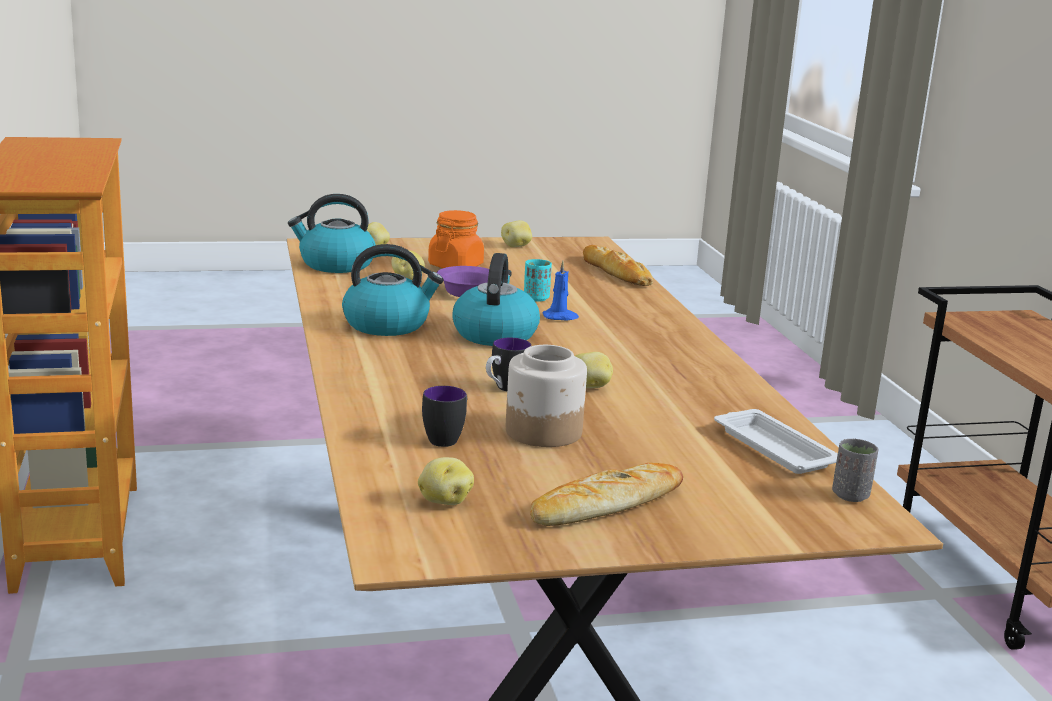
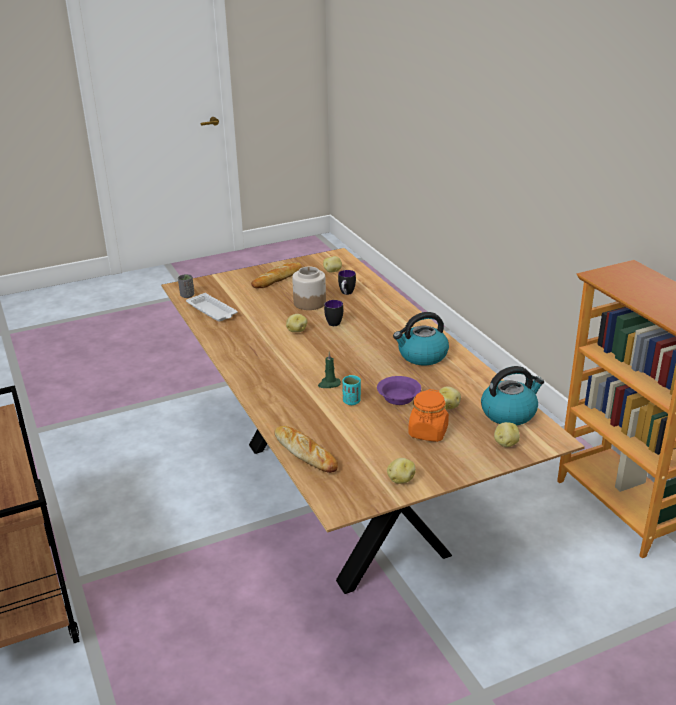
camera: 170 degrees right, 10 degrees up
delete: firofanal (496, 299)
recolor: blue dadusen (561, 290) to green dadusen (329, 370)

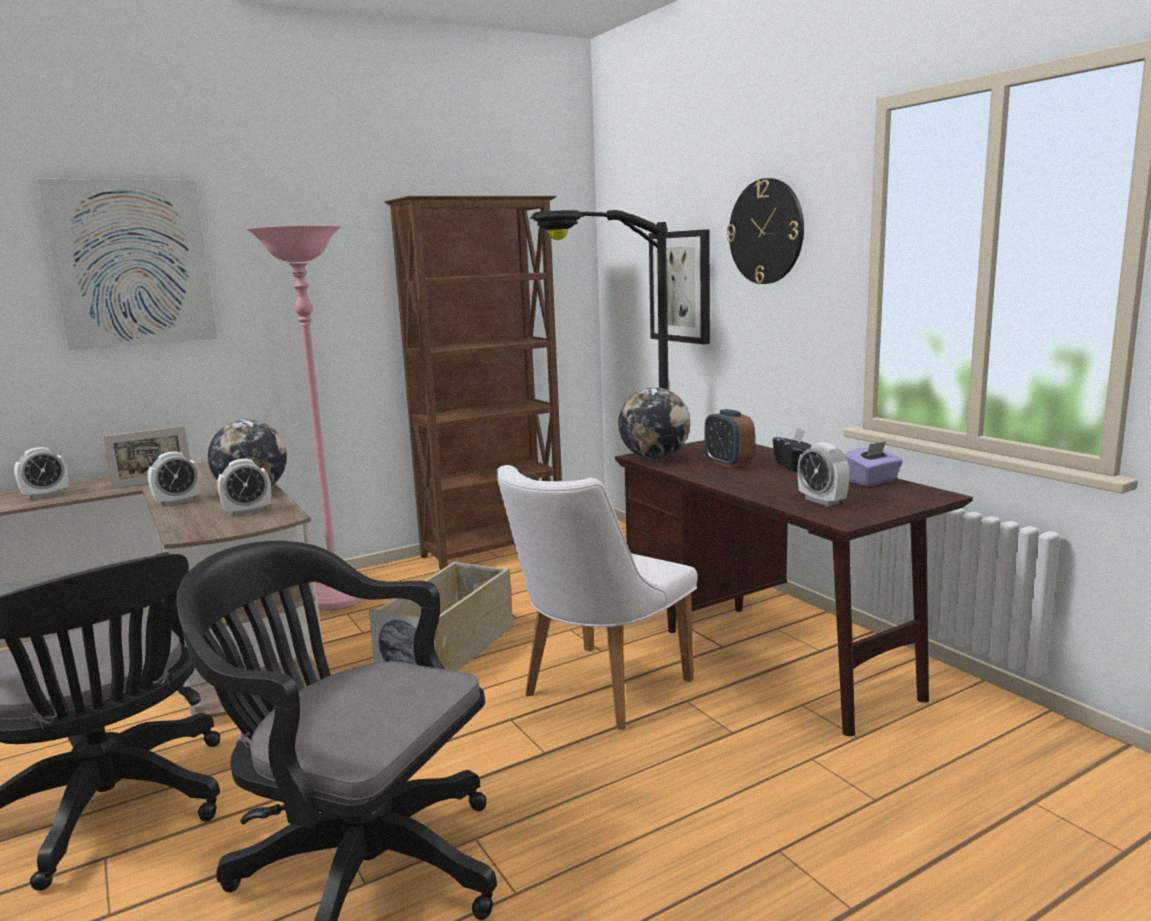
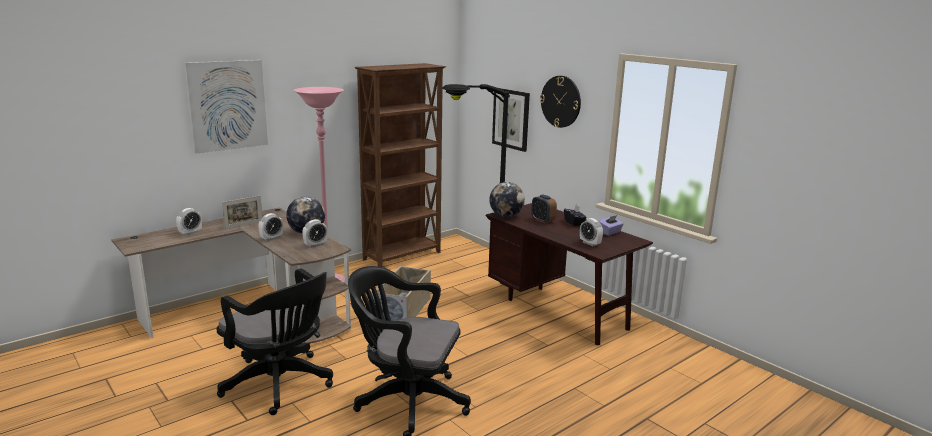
camera: 10 degrees left, 5 degrees up
delete: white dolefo (597, 597)

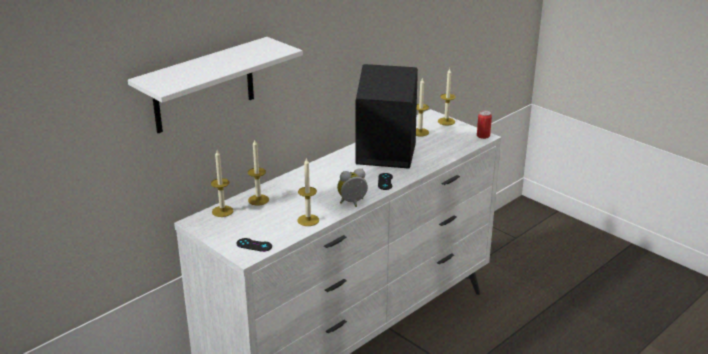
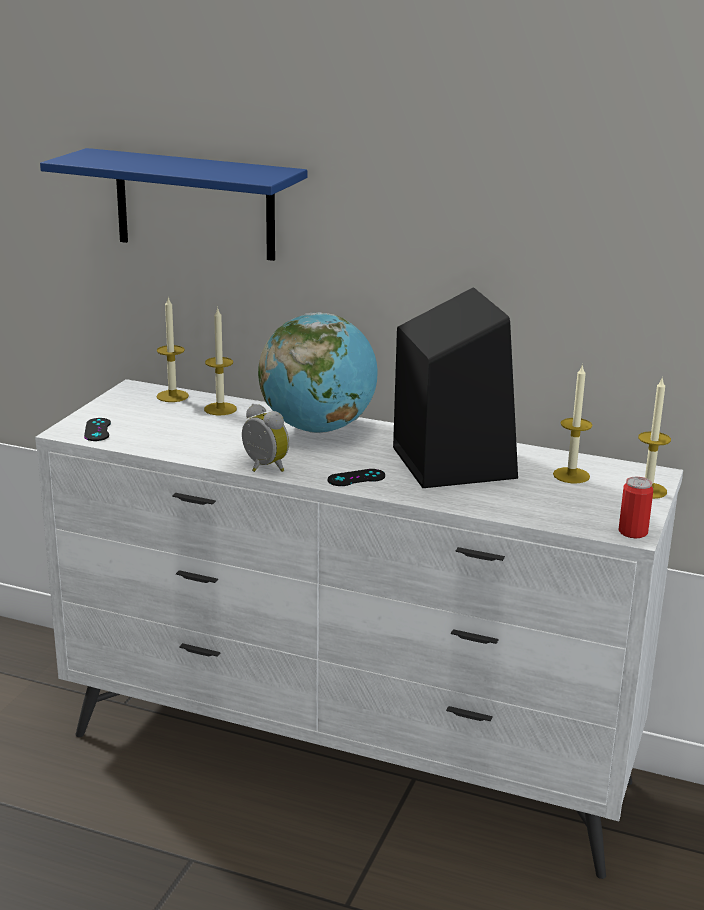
camera: 65 degrees right, 5 degrees down
delete: dadusen (308, 192)
insert: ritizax (318, 373)
recolor: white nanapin (215, 85) to blue nanapin (173, 204)

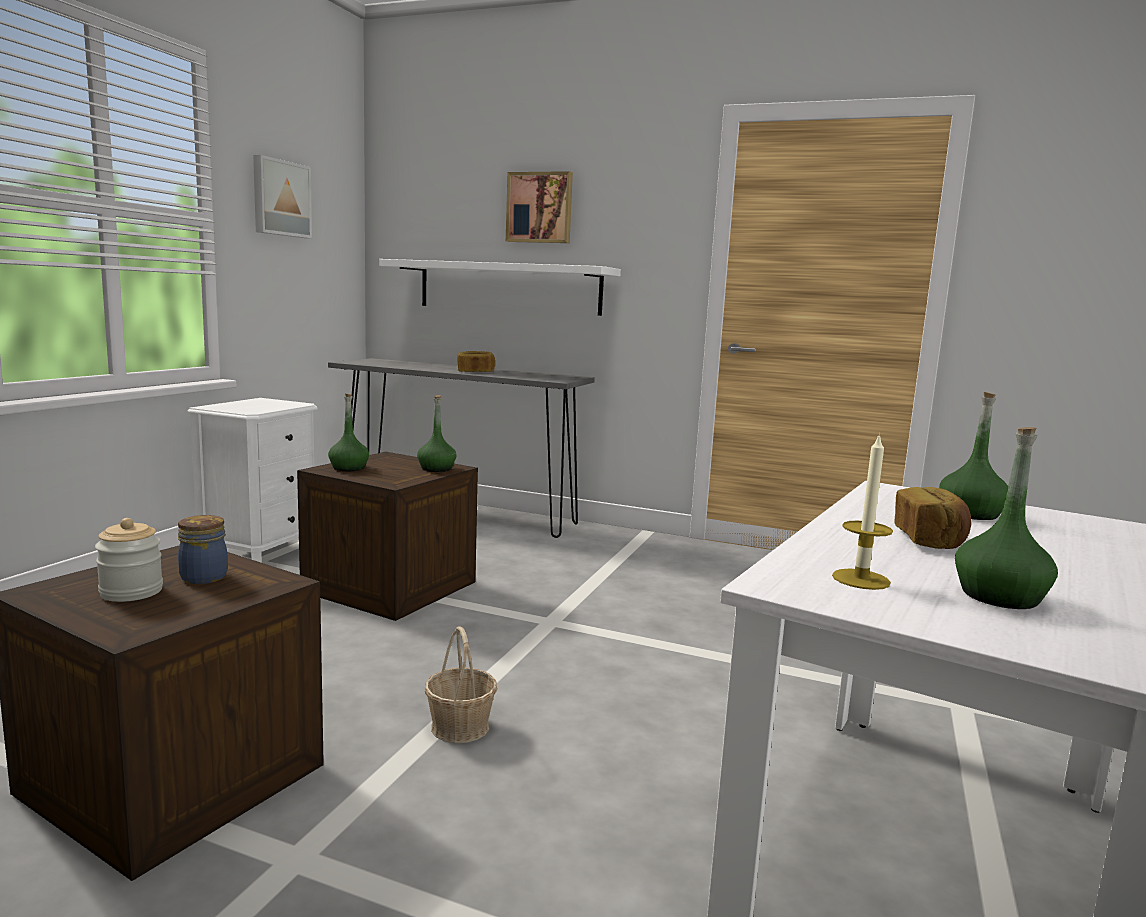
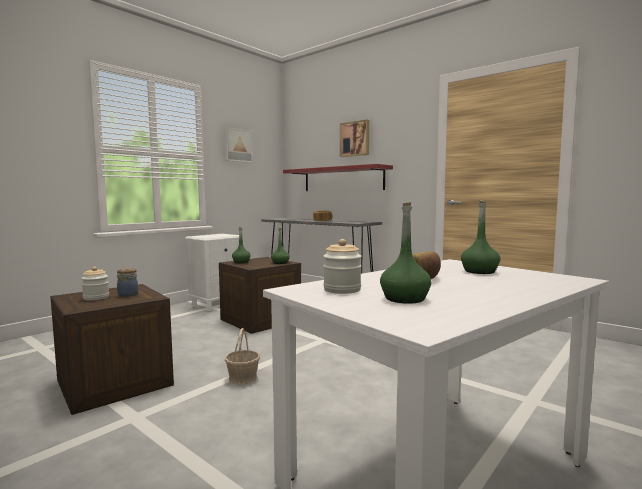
camera: 20 degrees right, 5 degrees down
replace: dadusen (862, 511) to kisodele (342, 266)
recolor: white nanapin (500, 287) to red nanapin (338, 177)

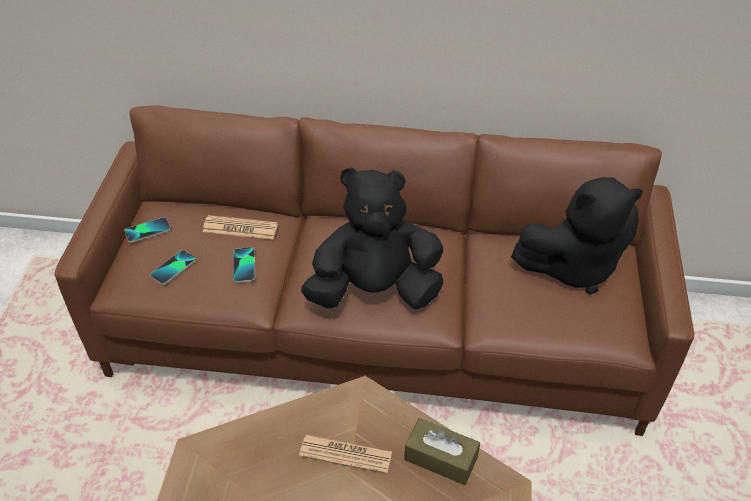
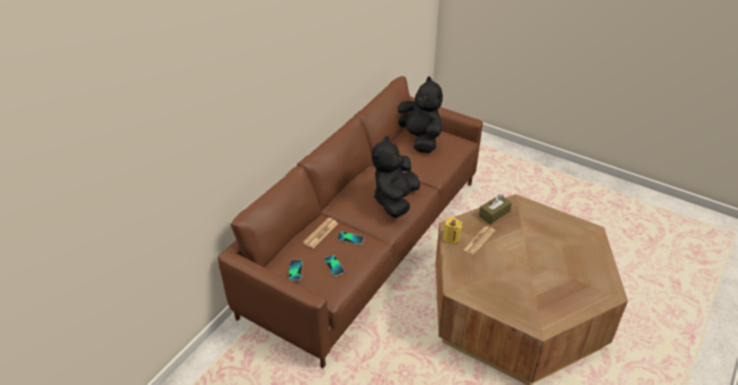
camera: 65 degrees left, 5 degrees down
insert: yellow dadusen (452, 230)
rotate: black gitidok (577, 235) = (420, 114) 45 degrees counterclockwise

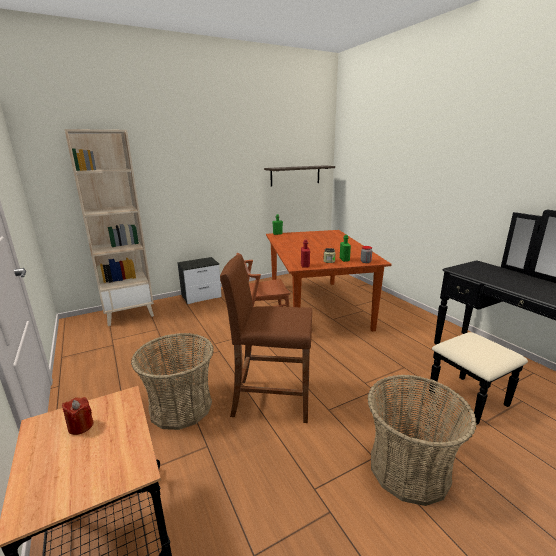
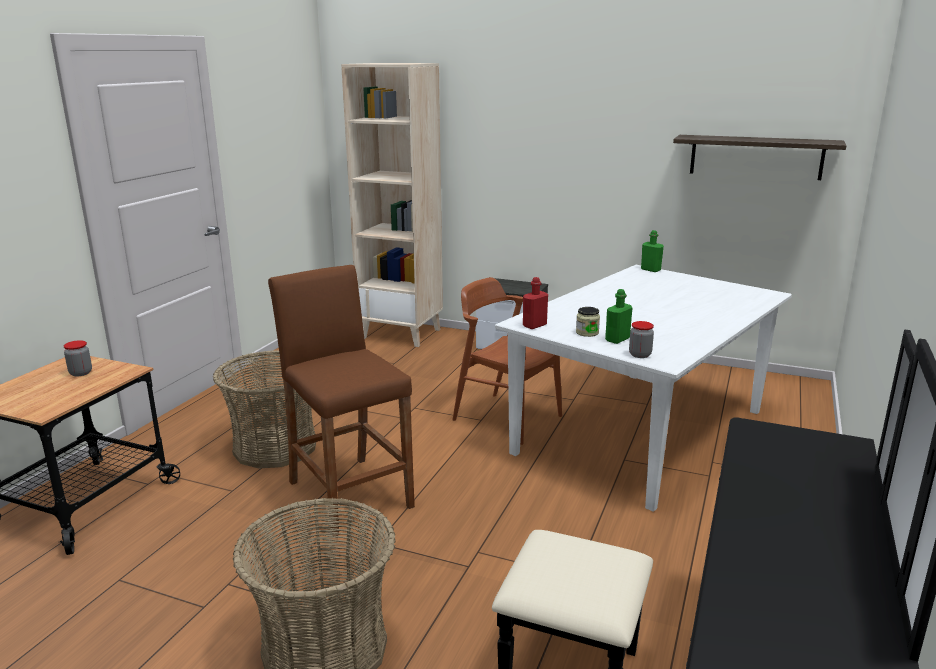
camera: 50 degrees right, 0 degrees up
replace: red dadusen (78, 416) to kisodele (78, 358)
recolor: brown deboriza (329, 281) to white deboriza (643, 388)

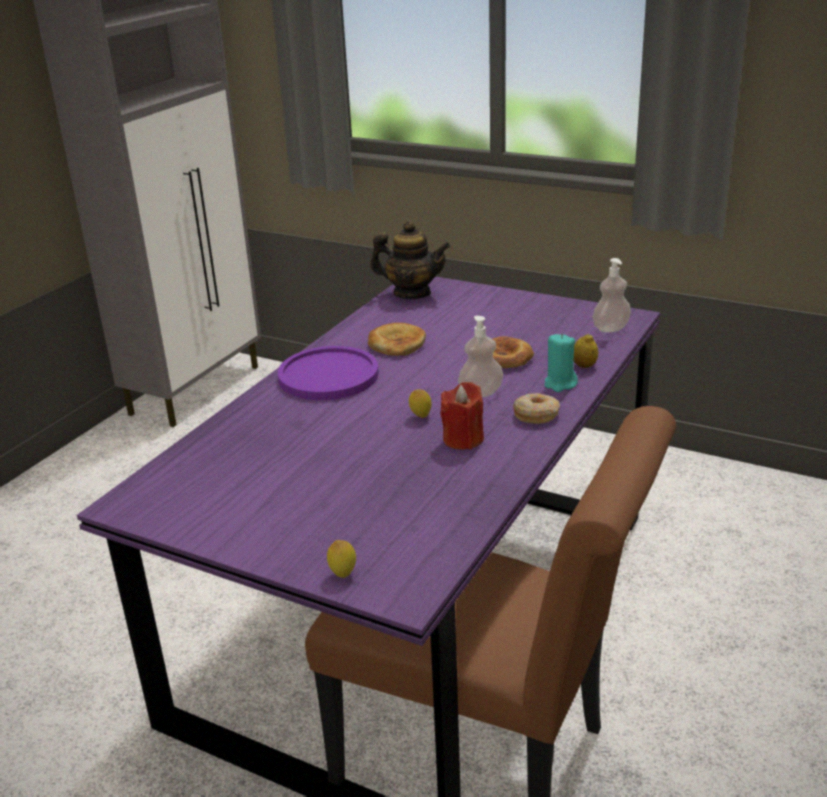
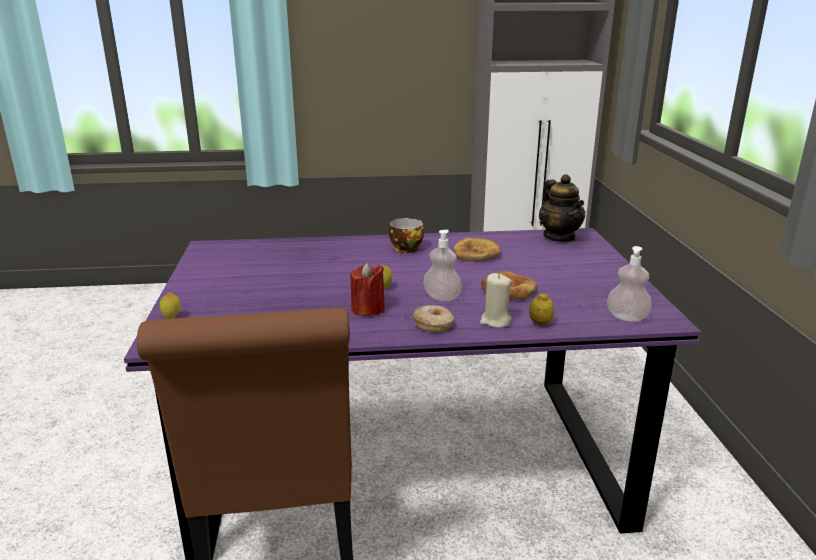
camera: 55 degrees right, 5 degrees down
replace: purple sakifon (328, 373) to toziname (406, 235)
recolor: turquoise dadusen (561, 363) to beige dadusen (496, 300)

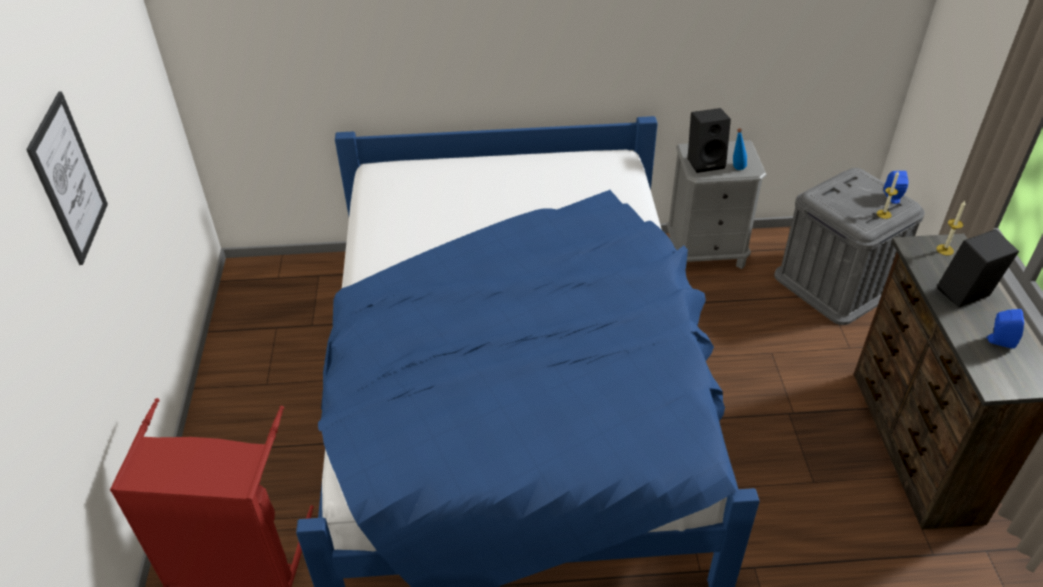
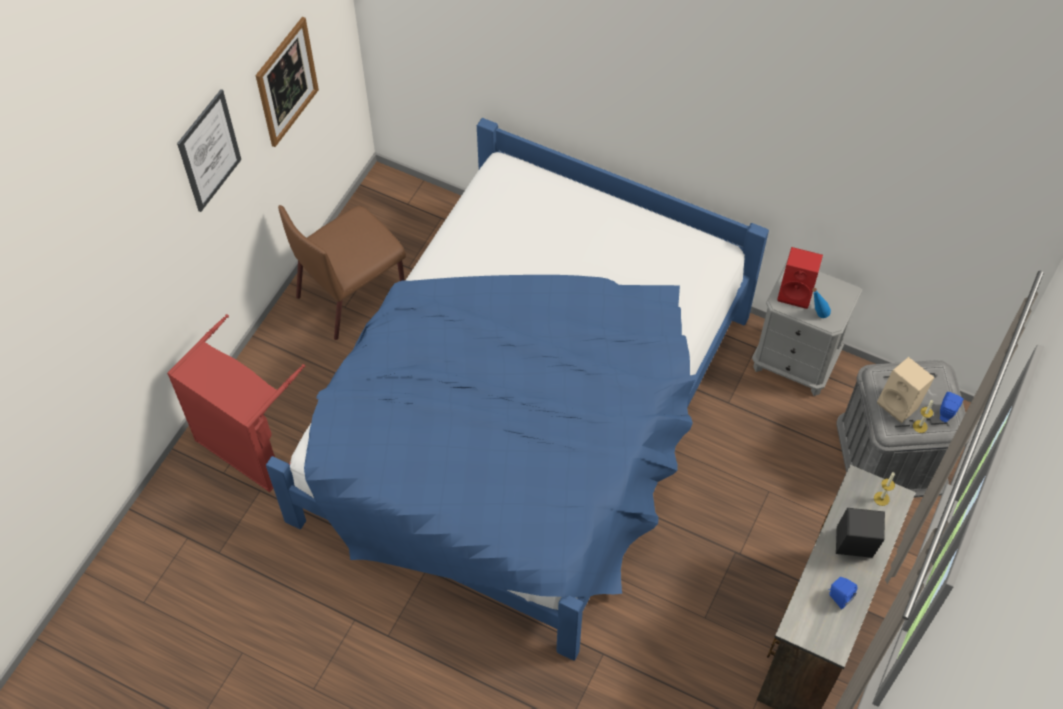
camera: 30 degrees right, 15 degrees up
insert: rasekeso (287, 82); brown dolefo (342, 272); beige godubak (906, 390)
recolor: black godubak (709, 140) to red godubak (800, 278)

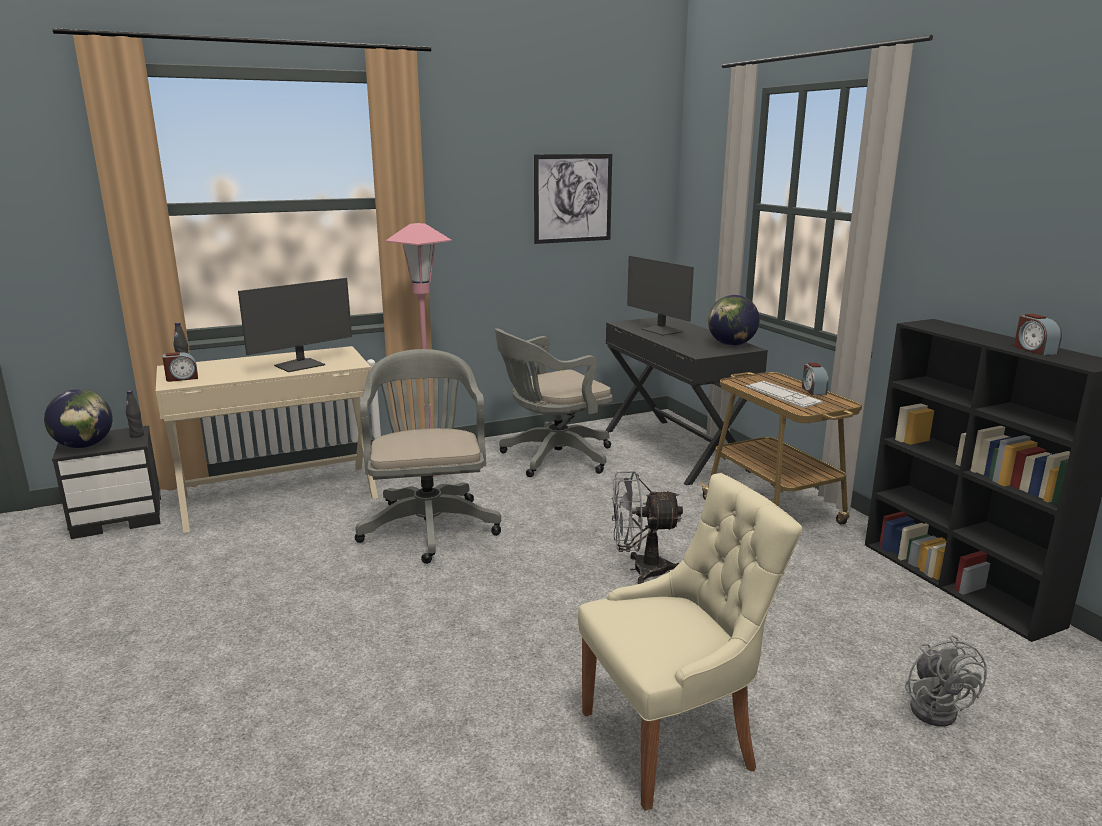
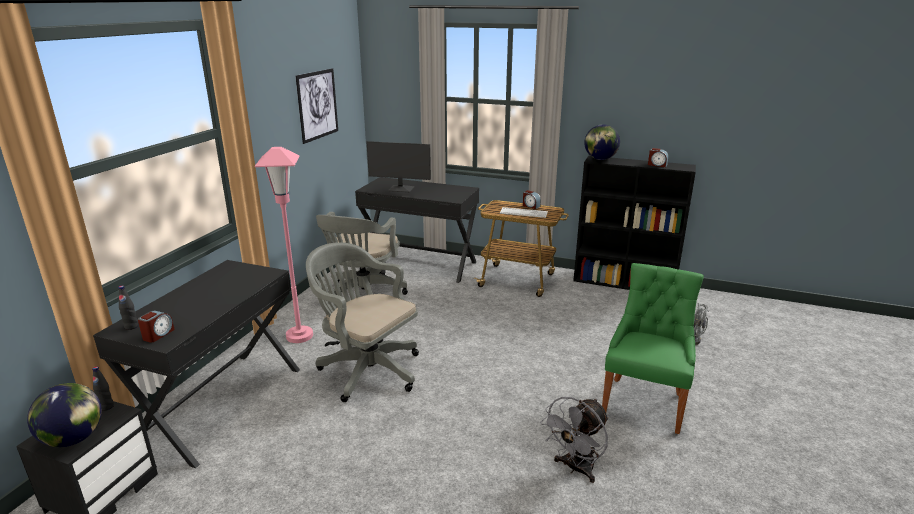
camera: 45 degrees left, 5 degrees up
delete: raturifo (295, 325)
move: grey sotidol (647, 527) to (574, 440); ritizax (734, 320) to (602, 142)
recolor: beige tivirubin (267, 439) to black tivirubin (196, 364); beige dolefo (690, 642) to green dolefo (653, 348)

